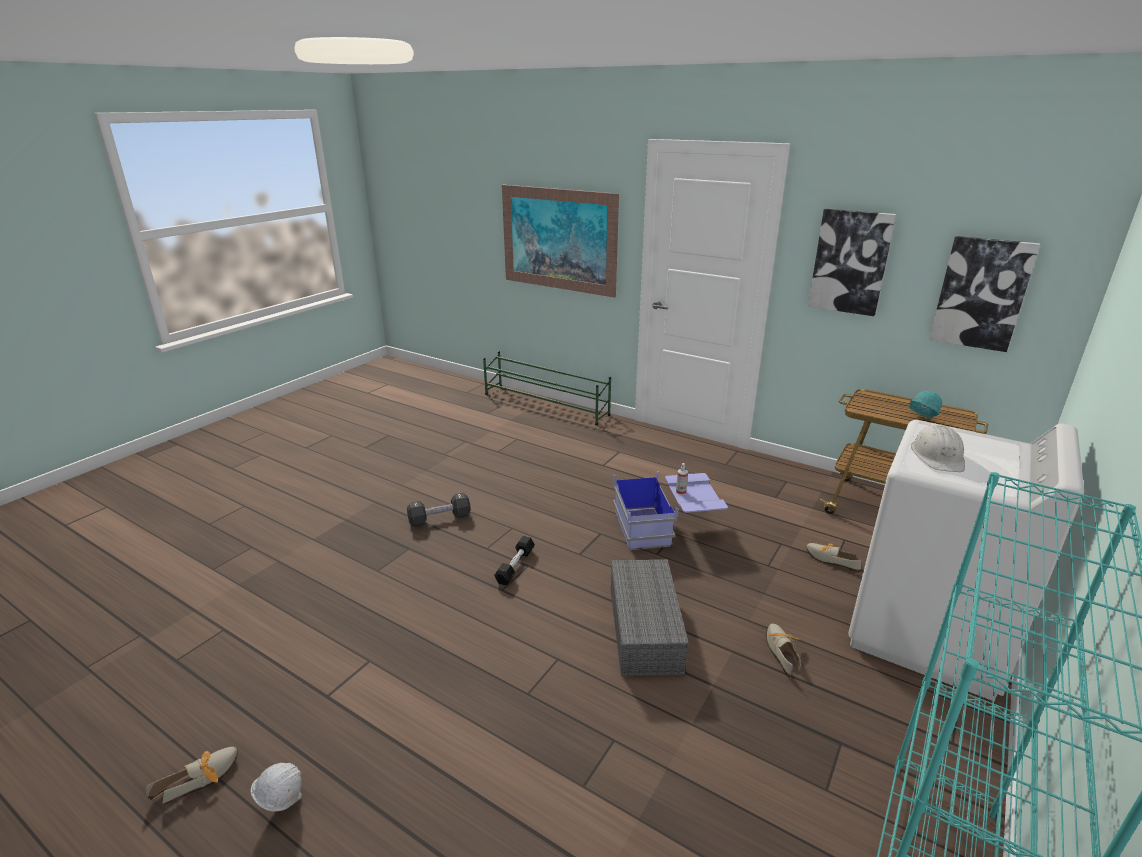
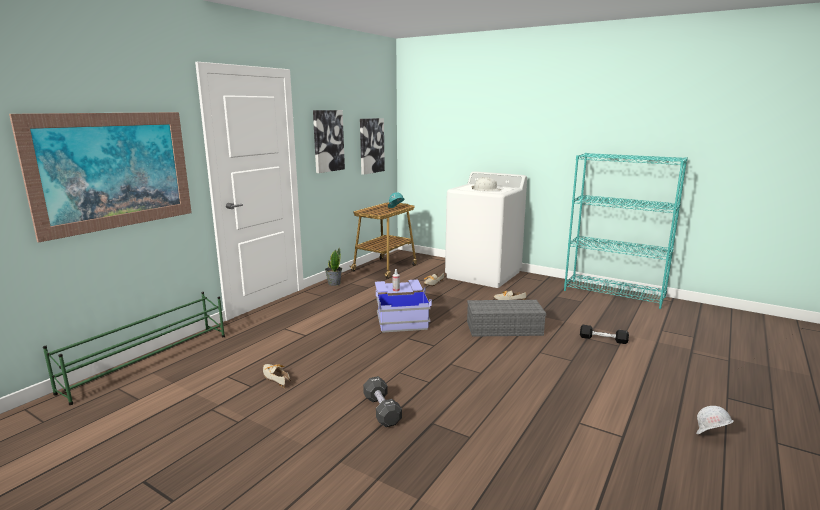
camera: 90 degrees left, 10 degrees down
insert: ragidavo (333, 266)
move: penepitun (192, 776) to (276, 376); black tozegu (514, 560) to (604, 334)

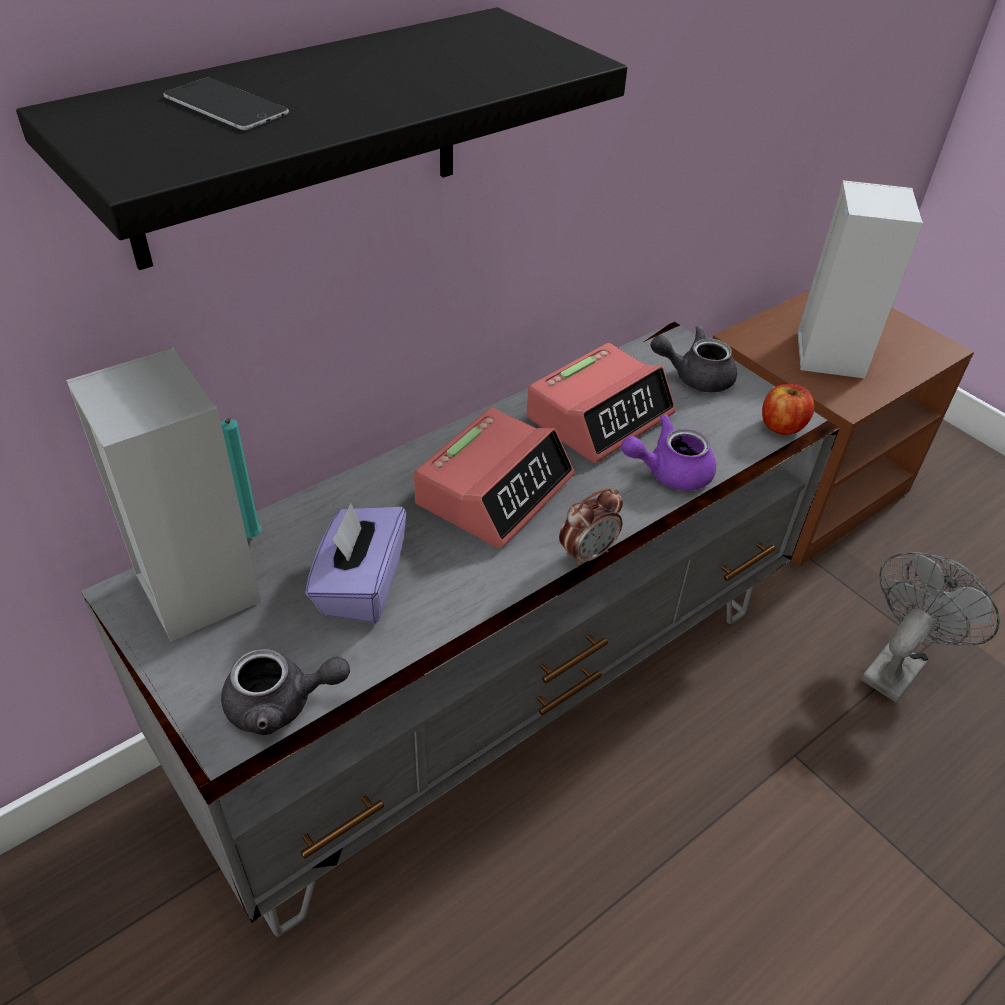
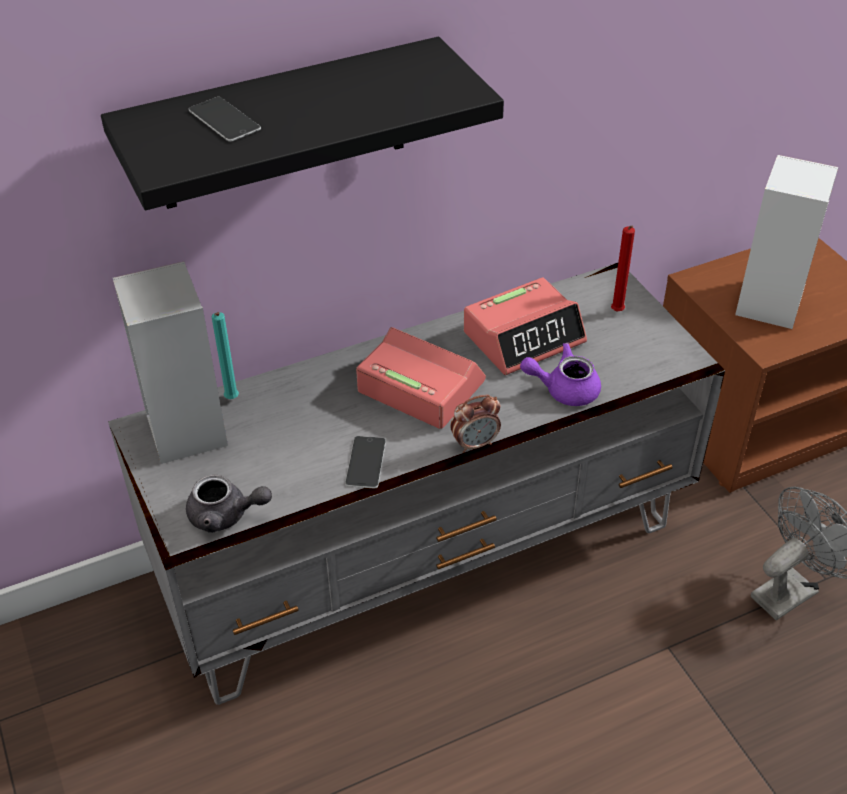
camera: 15 degrees right, 0 degrees up
delete: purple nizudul (356, 563); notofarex (788, 409)
insert: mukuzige (365, 462)
replace: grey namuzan (693, 359) to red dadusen (623, 269)
rotate: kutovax (494, 478) = (421, 378) 105 degrees counterclockwise

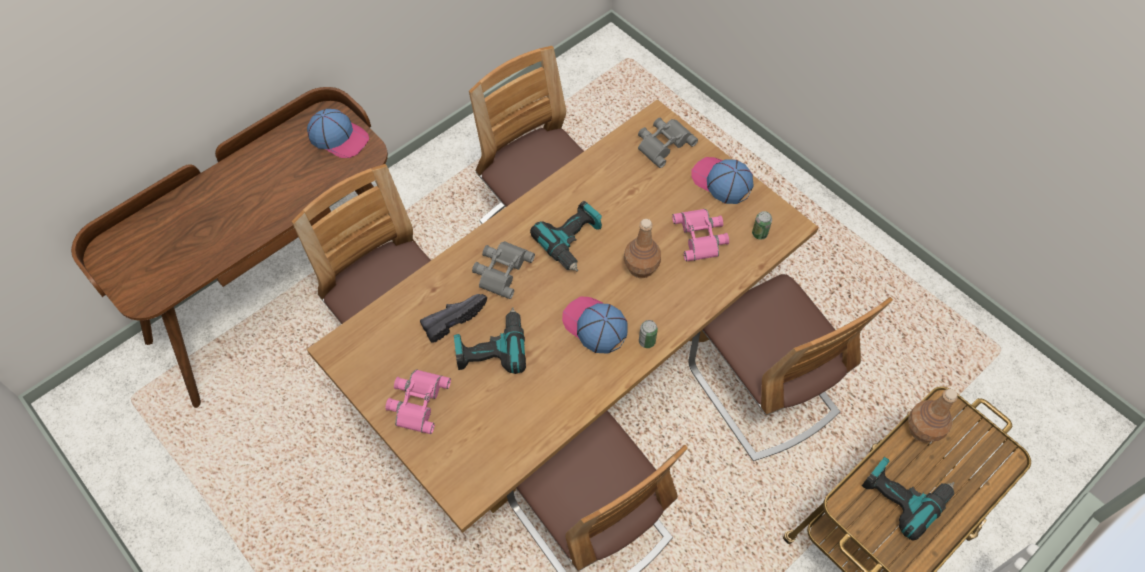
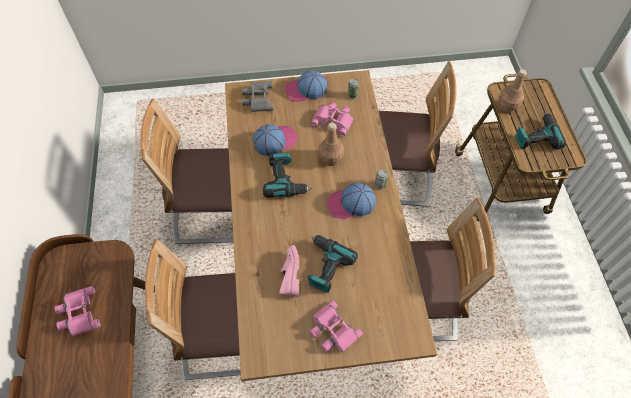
camera: 55 degrees left, 0 degrees up
delete: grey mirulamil (503, 270)
insert: pink mirulamil (78, 311)
move: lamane (338, 133) to (275, 140)
recolor: black penepitun (453, 318) to pink penepitun (289, 271)

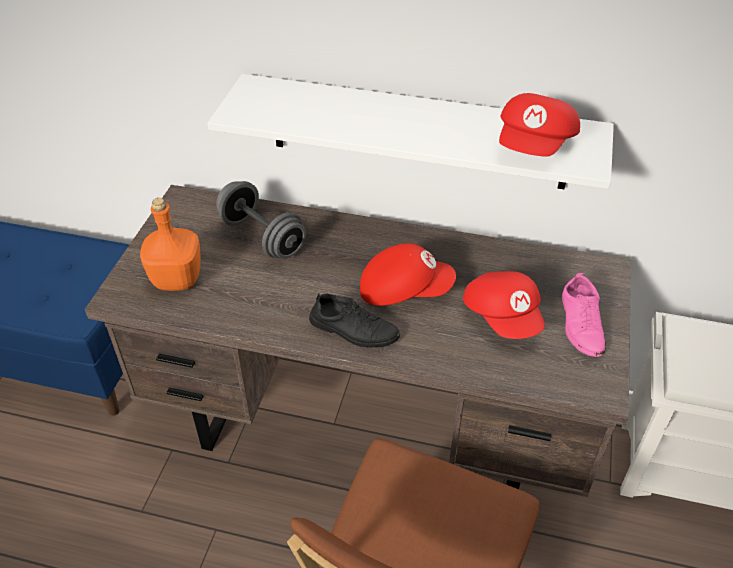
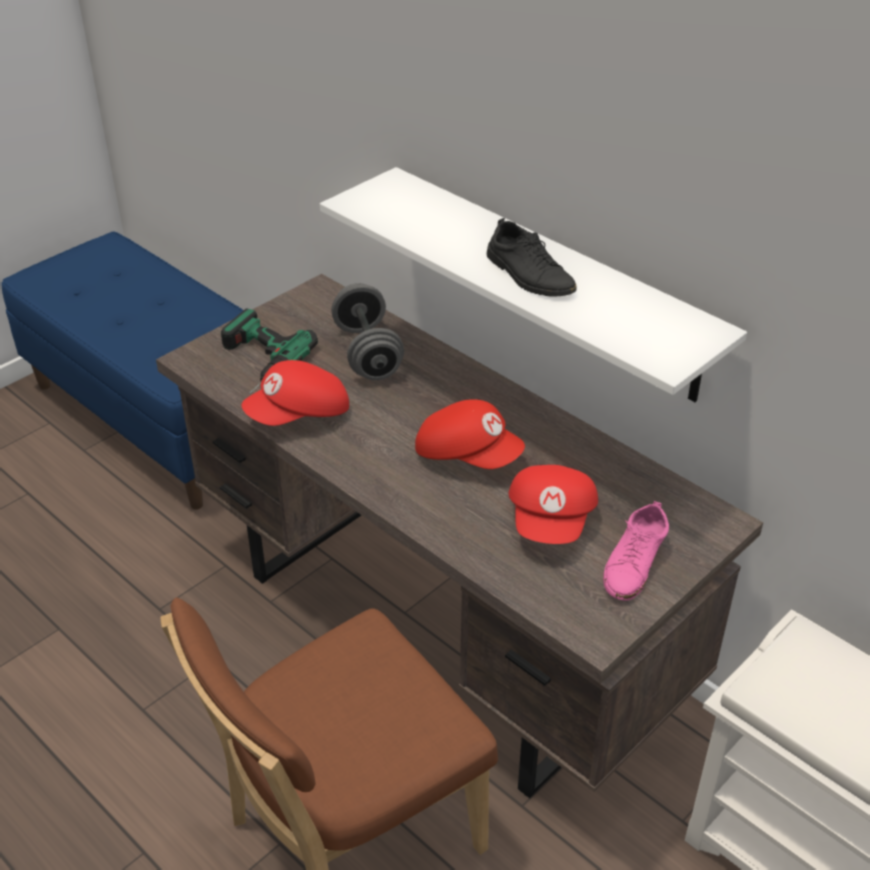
camera: 30 degrees right, 5 degrees down
move: black penepitun (354, 320) to (532, 257); red lamane (539, 124) to (295, 393)
replace: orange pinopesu (170, 244) to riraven (269, 351)

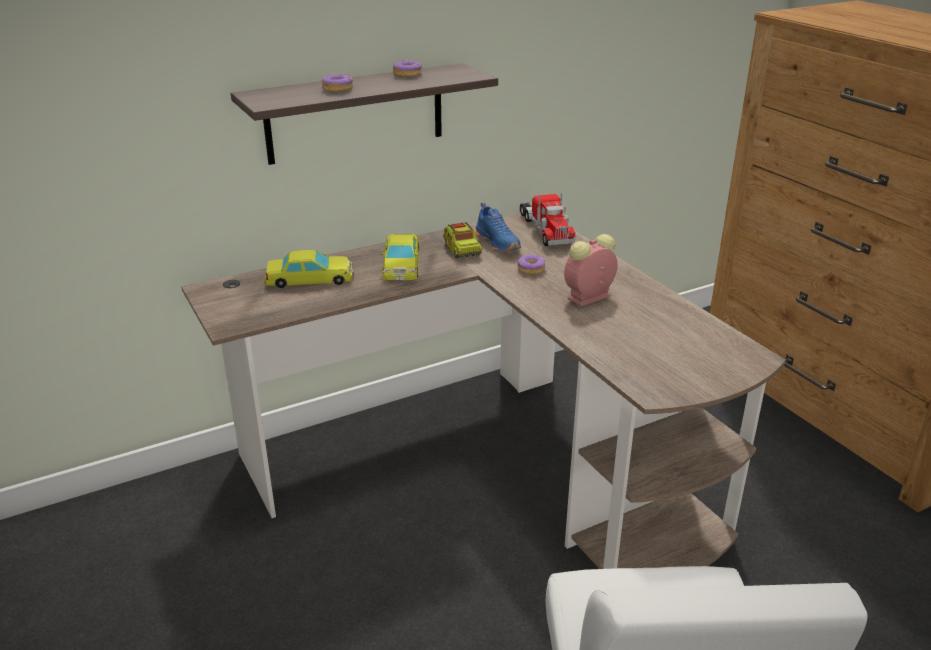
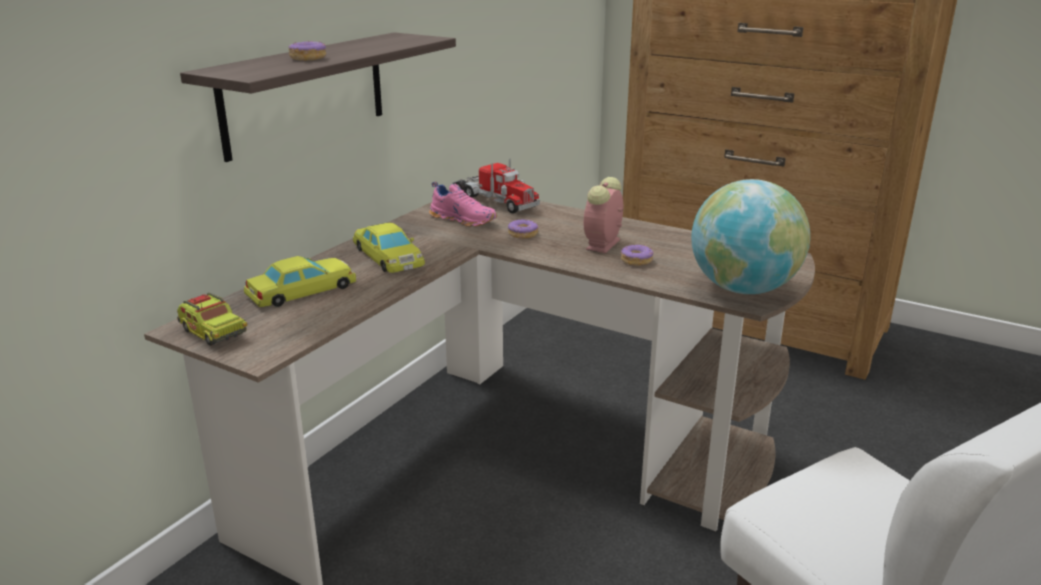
camera: 30 degrees left, 5 degrees down
insert: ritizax (750, 236)
move: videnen (407, 68) to (637, 255); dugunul (462, 240) to (212, 319)
recolor: blue penepitun (498, 227) to pink penepitun (463, 204)

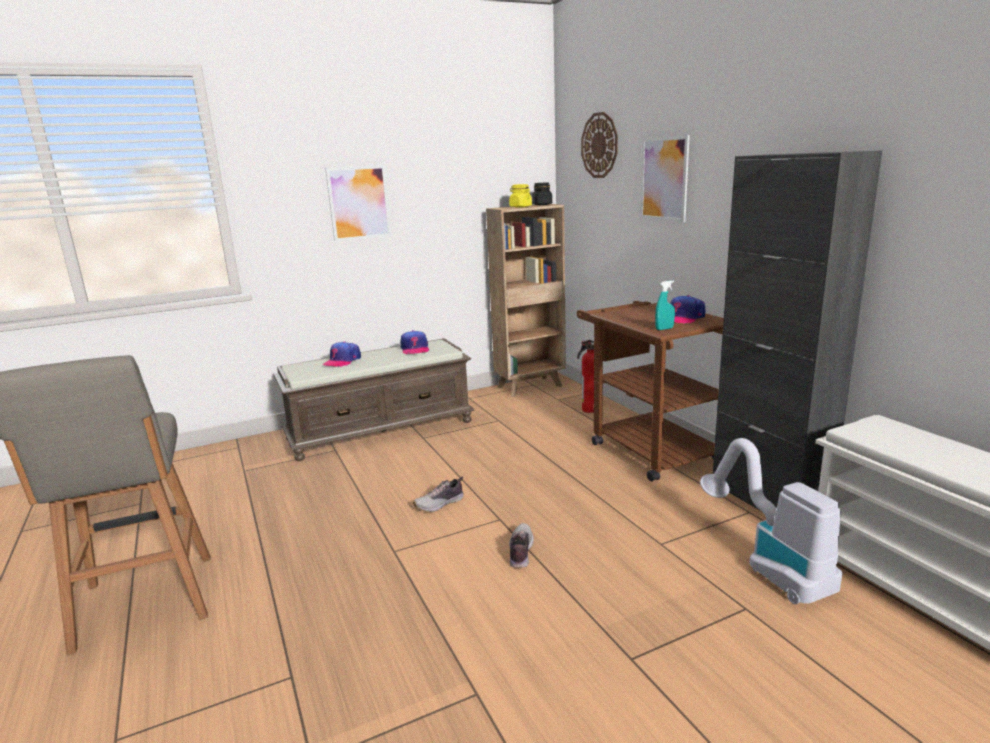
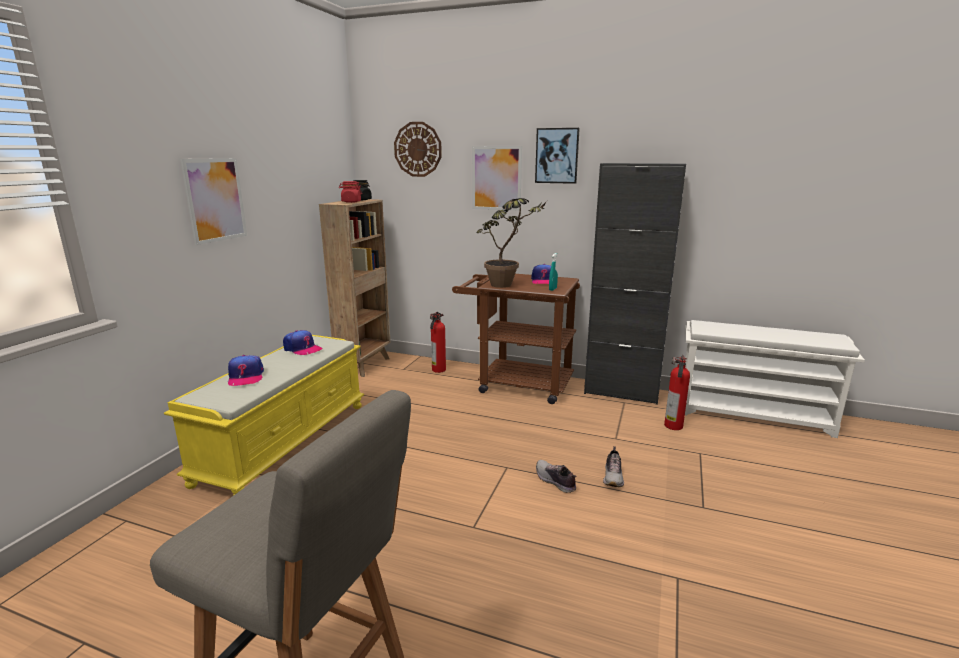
camera: 45 degrees left, 0 degrees up
insert: ragidavo (511, 243); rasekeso (557, 156)
move: penepitun (438, 494) to (613, 466)
replace: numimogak (771, 521) to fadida (677, 392)
recolor: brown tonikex (373, 399) to yellow tonikex (264, 415); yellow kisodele (520, 196) to red kisodele (350, 192)

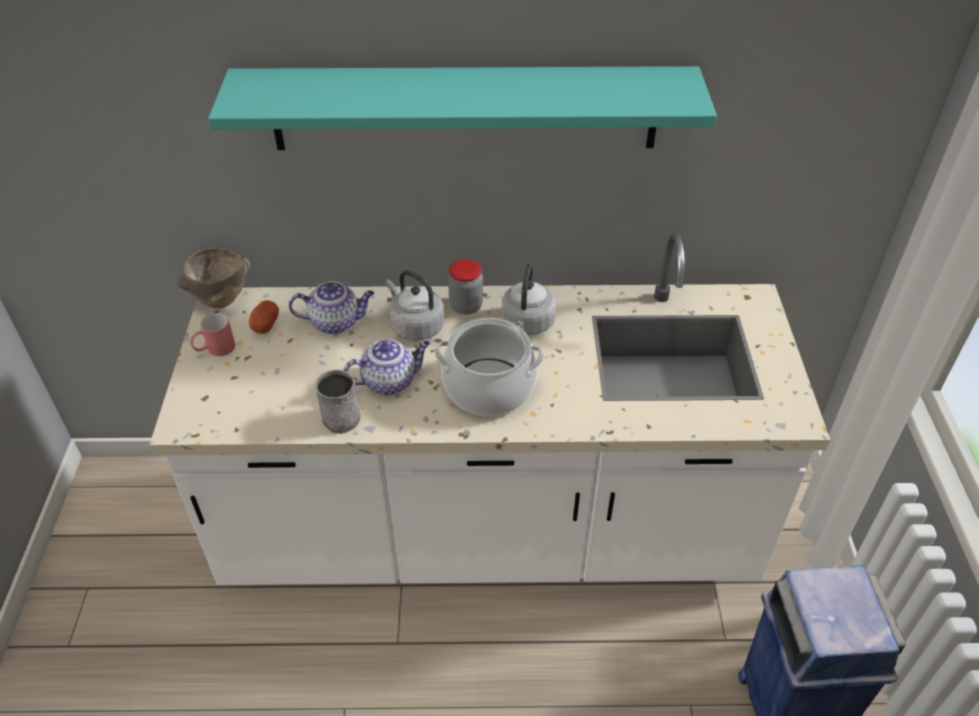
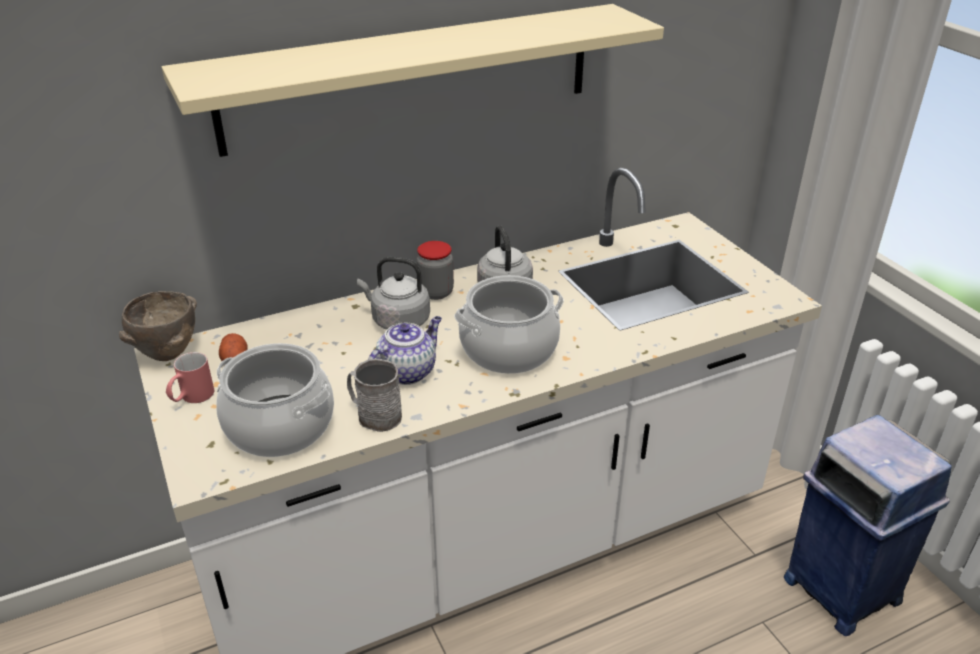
camera: 25 degrees left, 10 degrees down
delete: namuzan (331, 307)
insert: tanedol (275, 400)
recolor: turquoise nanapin (462, 108) to beige nanapin (413, 80)

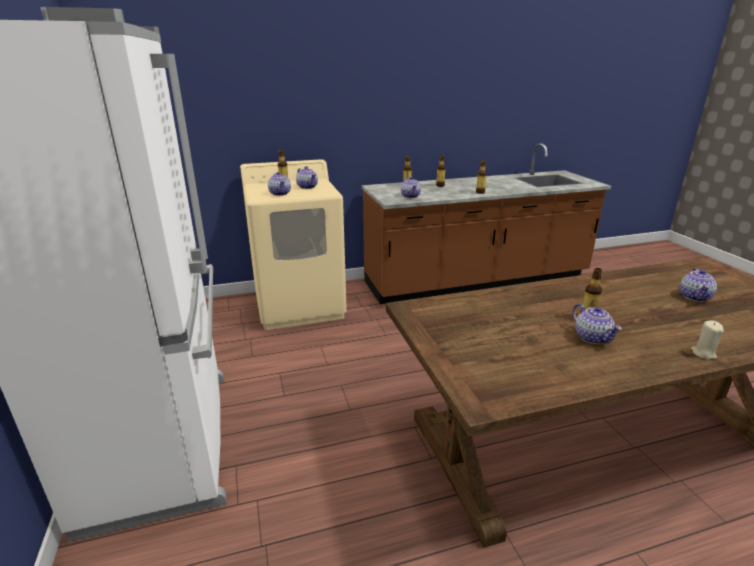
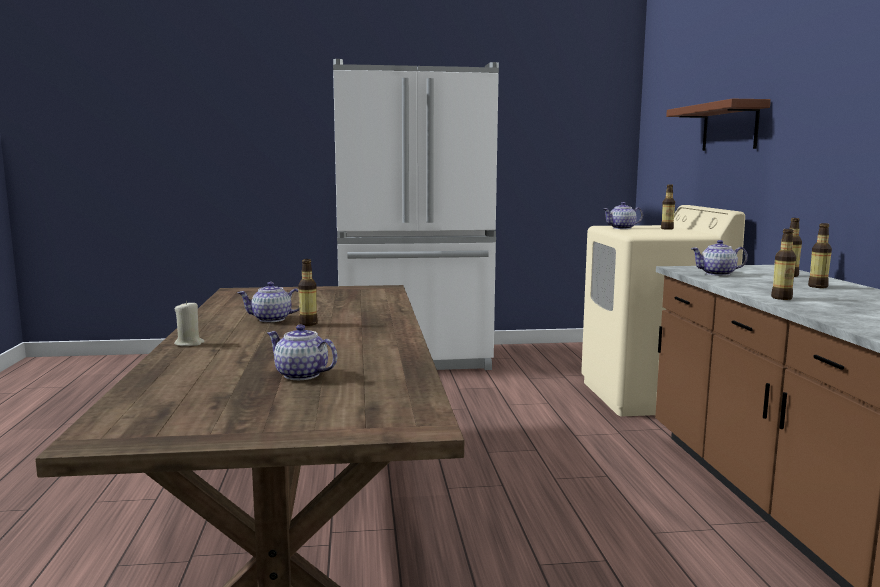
camera: 100 degrees right, 15 degrees down
delete: namuzan (307, 177)
insert: brown nanapin (718, 125)

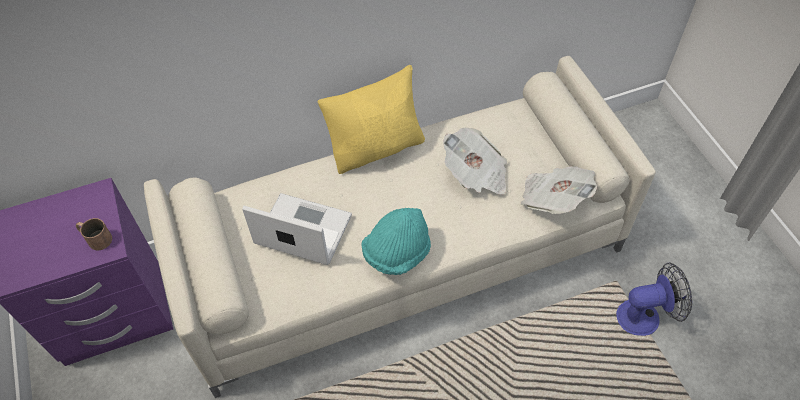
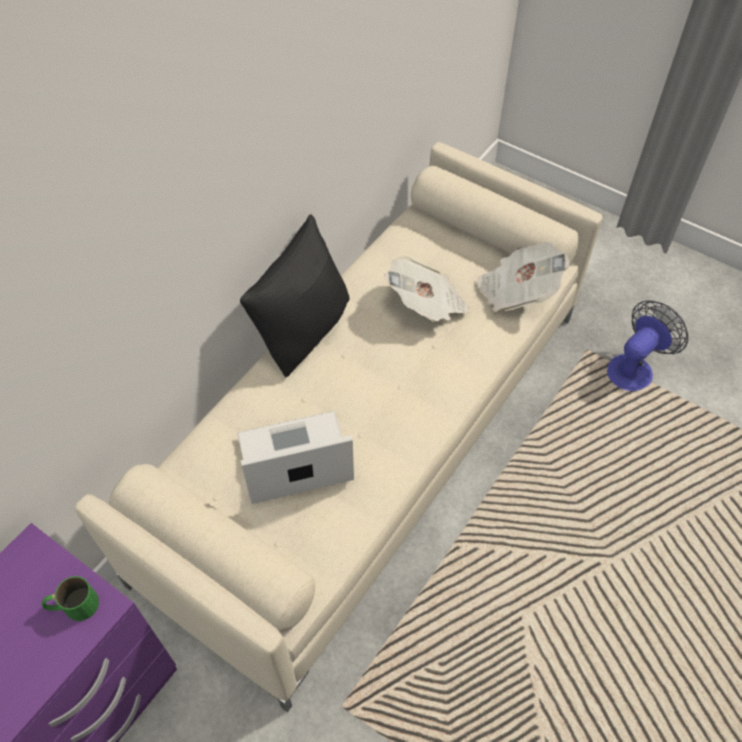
camera: 35 degrees left, 0 degrees up
delete: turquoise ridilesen (396, 241)
recolor: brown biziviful (94, 234) to green biziviful (70, 598); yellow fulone (371, 119) to black fulone (295, 296)

